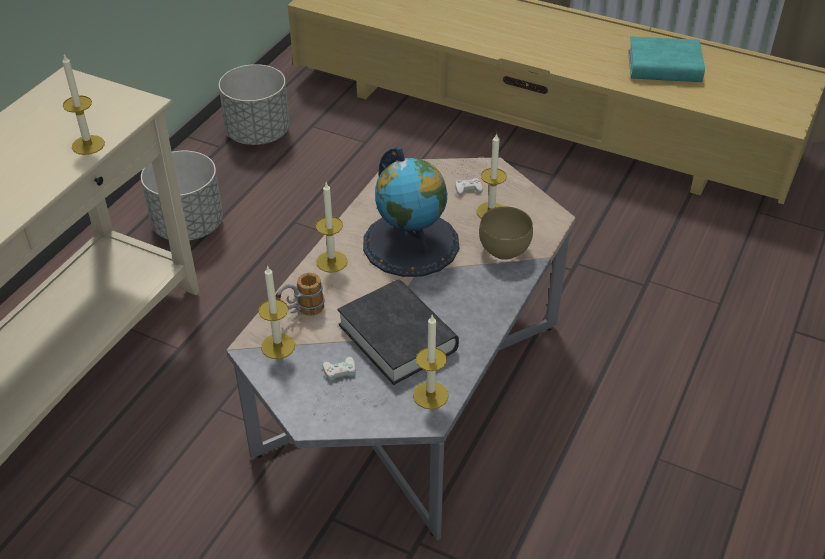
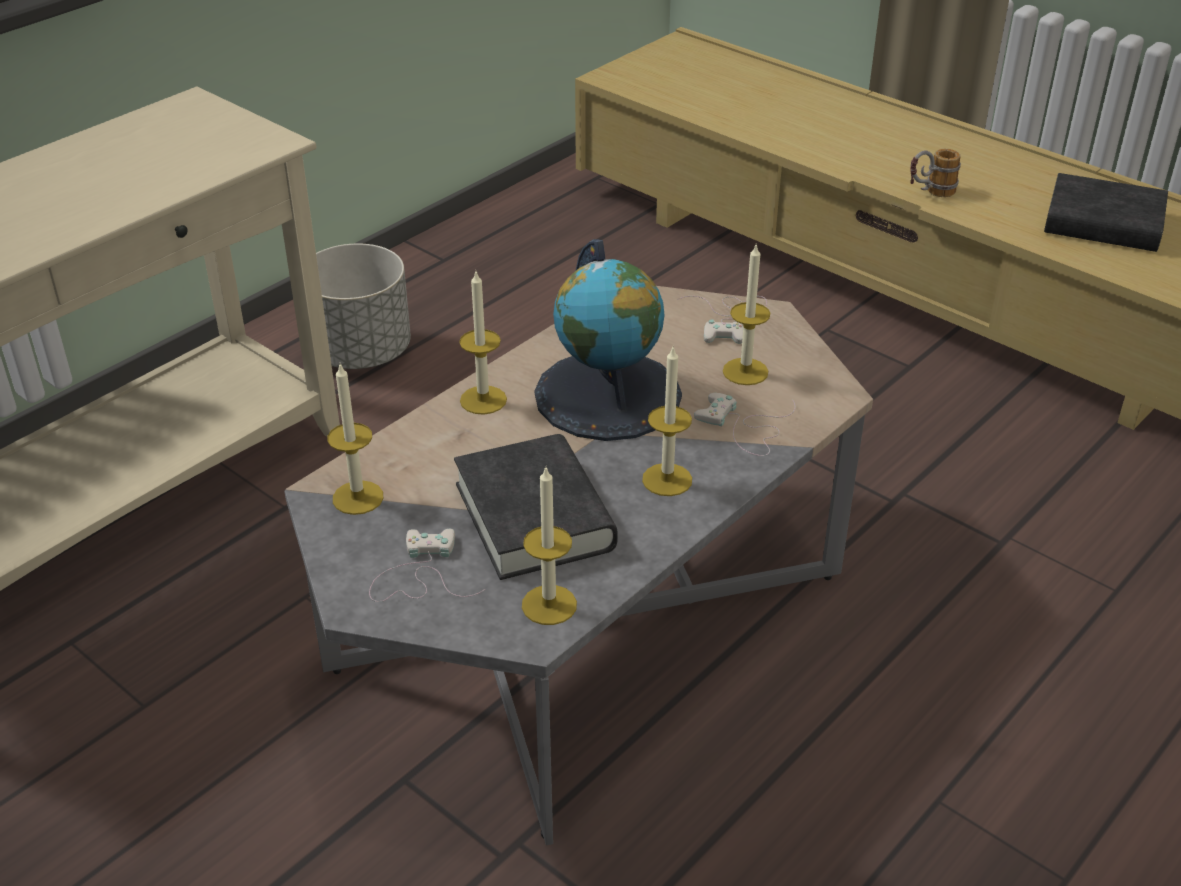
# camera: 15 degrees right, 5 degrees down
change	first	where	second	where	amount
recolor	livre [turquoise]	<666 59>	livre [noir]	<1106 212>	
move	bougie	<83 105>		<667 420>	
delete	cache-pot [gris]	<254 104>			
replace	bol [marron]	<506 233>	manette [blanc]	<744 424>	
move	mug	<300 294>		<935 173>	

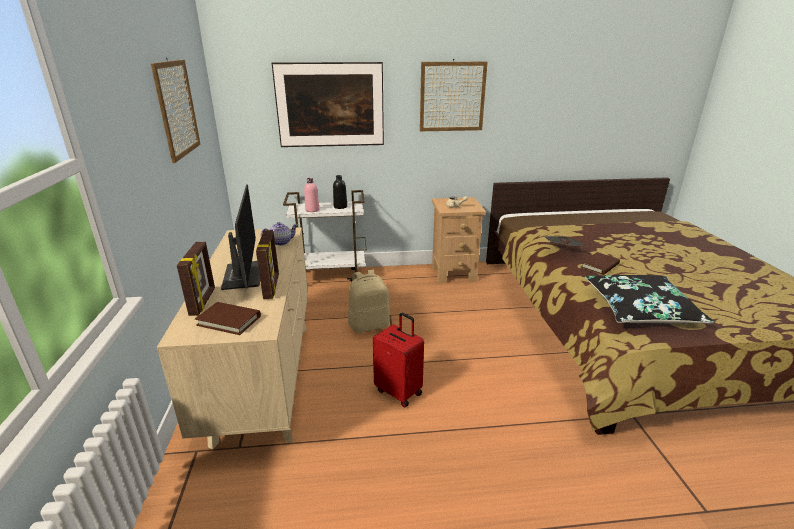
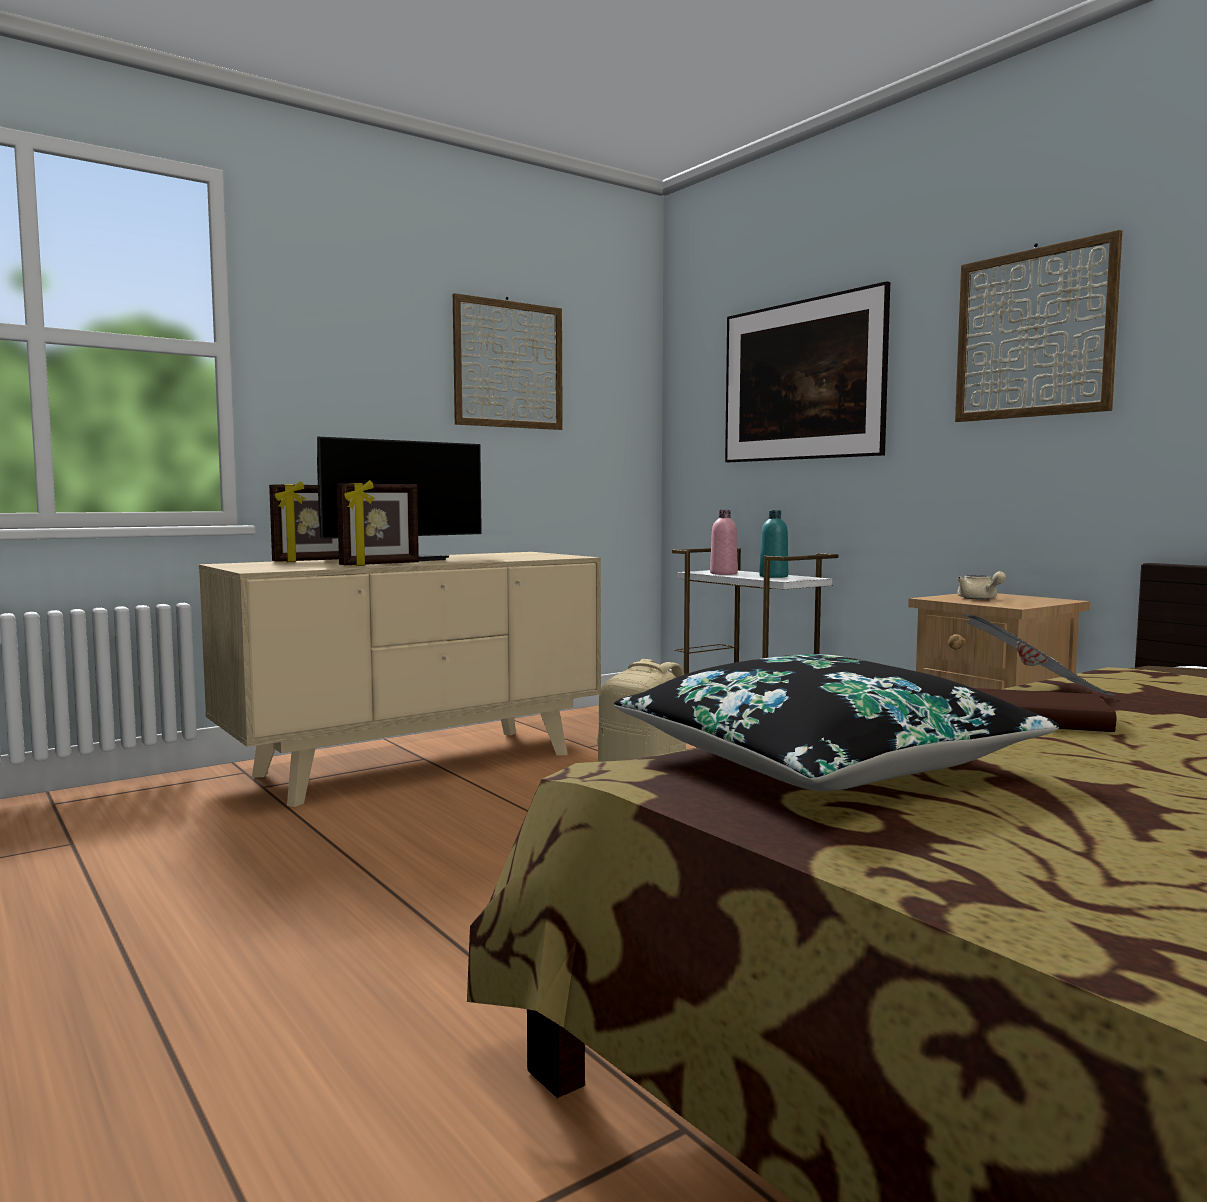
# camera: 60 degrees right, 20 degrees down
change	first	where	second	where	amount
recolor	bouteille [noir]	<340 192>	bouteille [turquoise]	<773 544>	
delete	théière	<279 234>			
delete	livre [marron]	<228 318>			
delete	valise [rouge]	<398 360>			

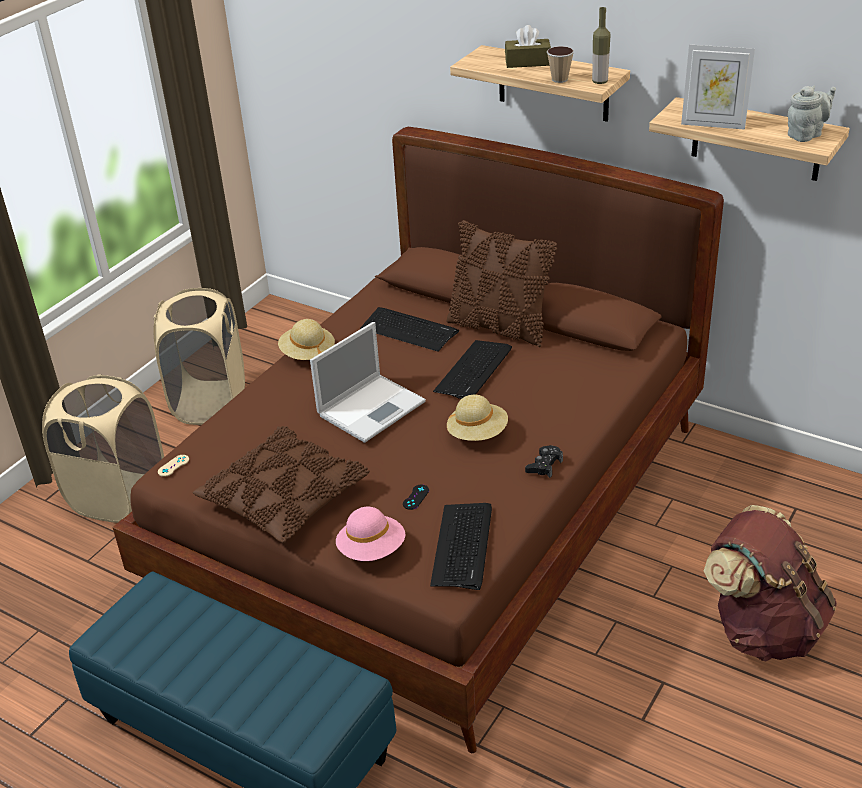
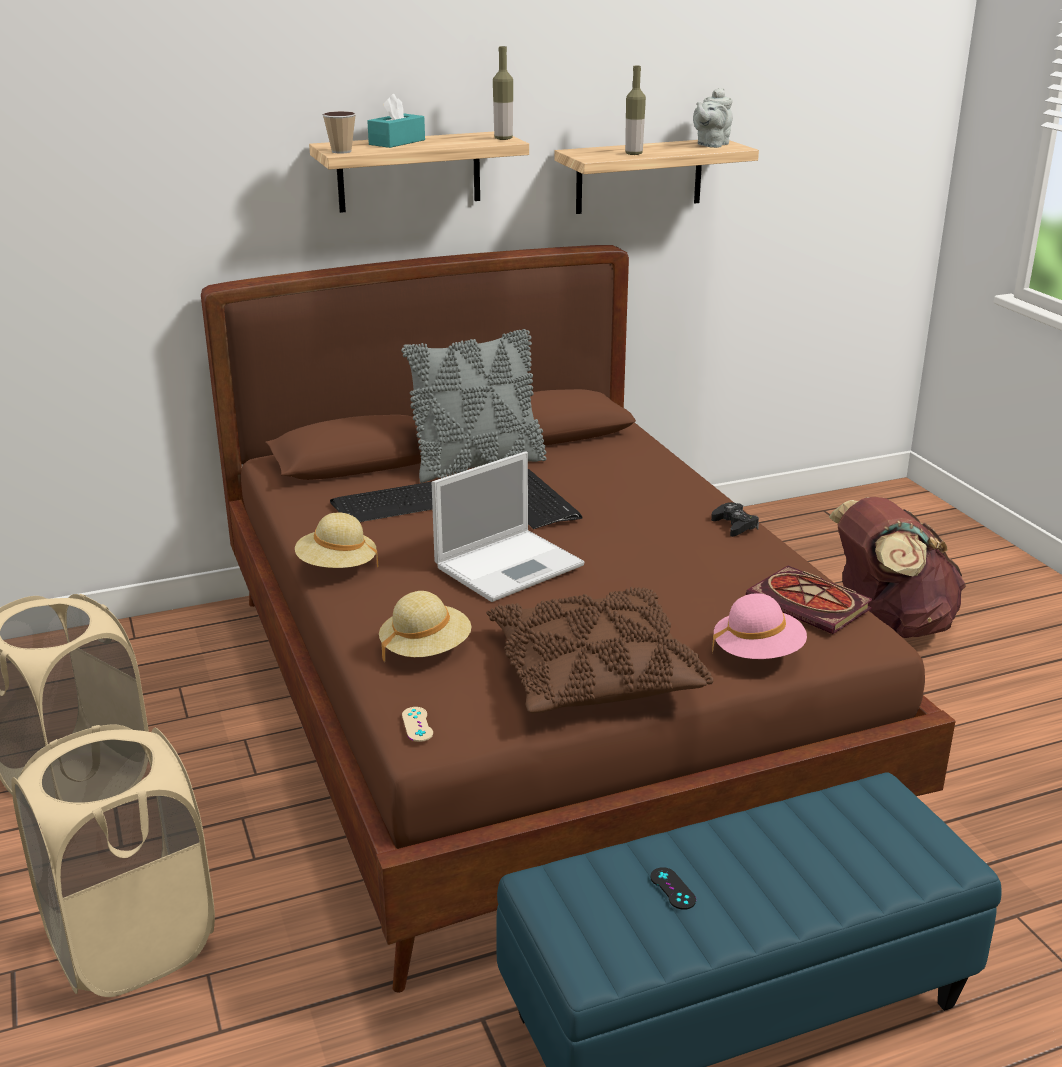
# camera: 55 degrees left, 10 degrees down
change	first	where	second	where	amount
recolor	boîte à mouchoirs [marron]	<528 46>	boîte à mouchoirs [turquoise]	<396 121>	
replace	cadre photo	<718 87>	bouteille	<635 110>	
move	tasse	<560 64>		<339 132>	
rotate	théière [gris]	<812 114>		<713 118>	150 degrees counterclockwise
recolor	coussin [marron]	<501 283>	coussin [gris]	<473 406>	
rotate	ordinateur portable	<368 382>		<508 526>	60 degrees clockwise
move	chapeau [beige]	<477 417>		<425 626>	
move	manette [noir]	<416 497>		<673 888>	
replace	clavier	<461 546>	livre	<809 600>	

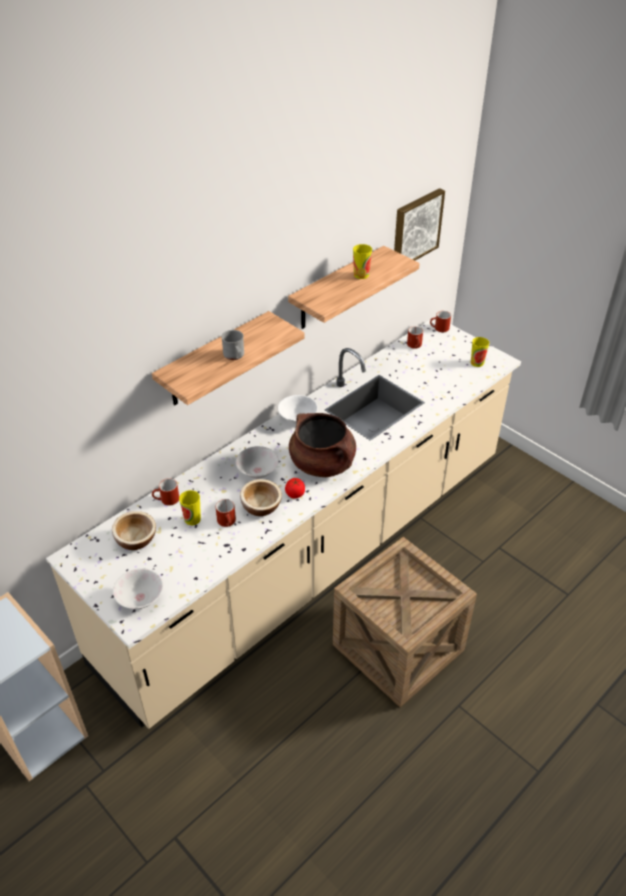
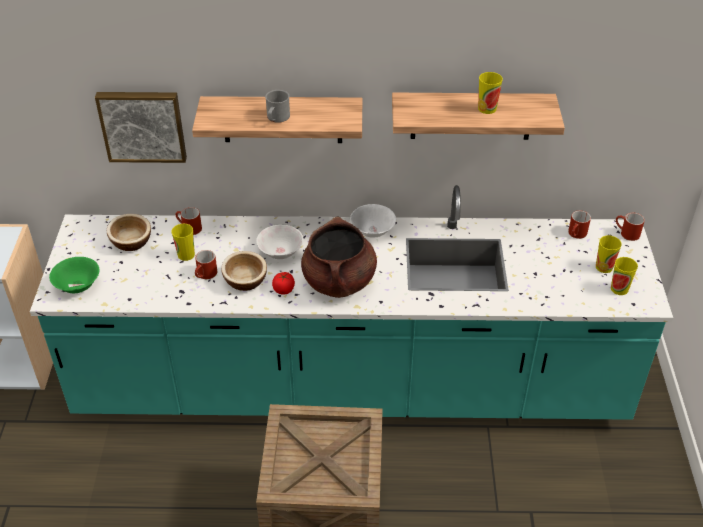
# camera: 45 degrees right, 0 degrees up
change	first	where	second	where	amount
move	tableau	<419 224>		<141 127>	
recolor	comptoir de cuisine [beige]	<283 522>	comptoir de cuisine [turquoise]	<351 302>	
recolor	bol [blanc]	<138 588>	bol [vert]	<74 275>	
insert			tasse	<609 254>	

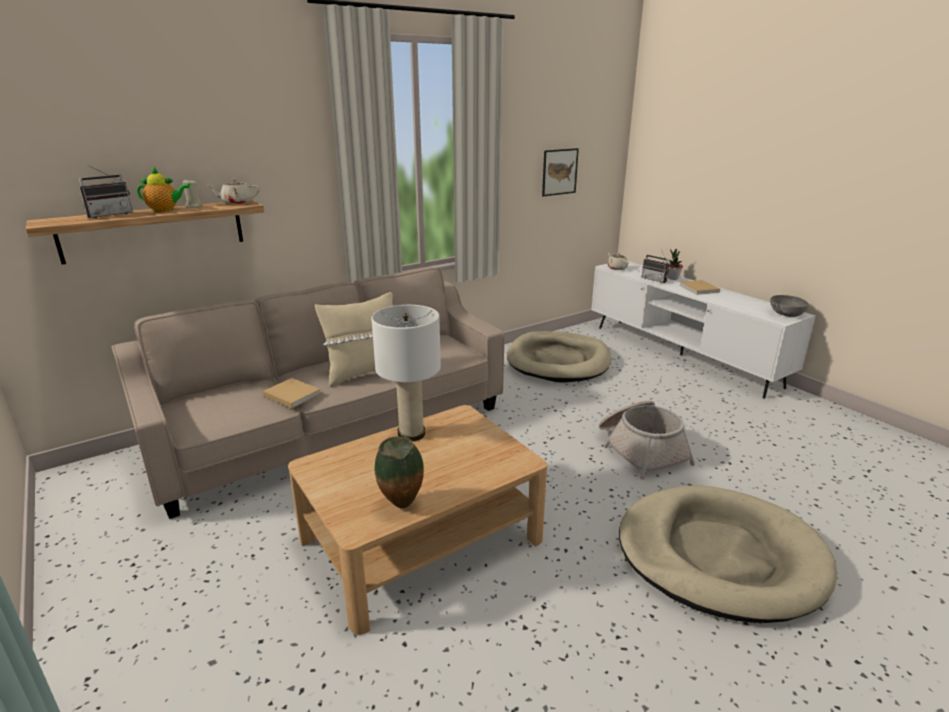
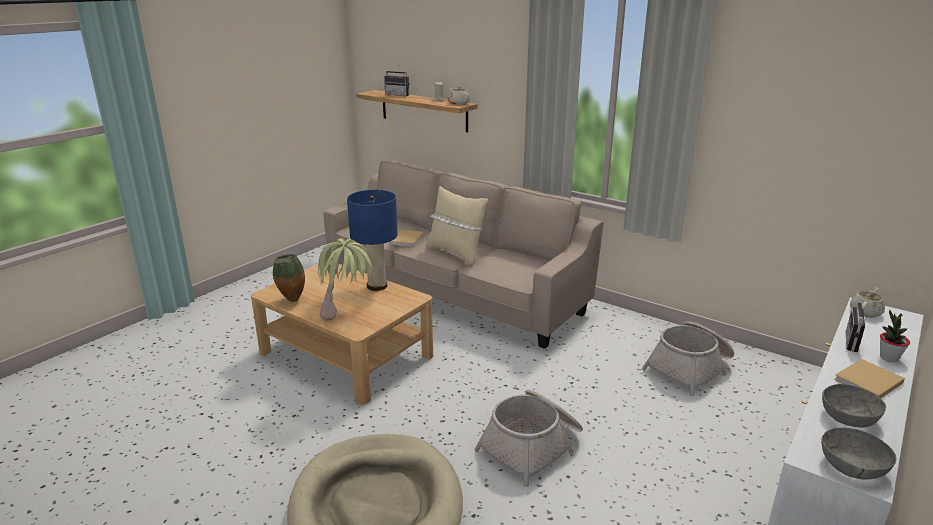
# camera: 70 degrees right, 0 degrees up
change	first	where	second	where	amount
delete	tableau	<560 172>			
delete	théière	<164 189>			
recolor	lampe de table [blanc]	<406 373>	lampe de table [bleu]	<372 240>	
replace	panier pour chien [beige]	<559 357>	panier	<688 359>	
insert			plante en pot	<345 279>	
insert			bol [gris]	<854 406>	

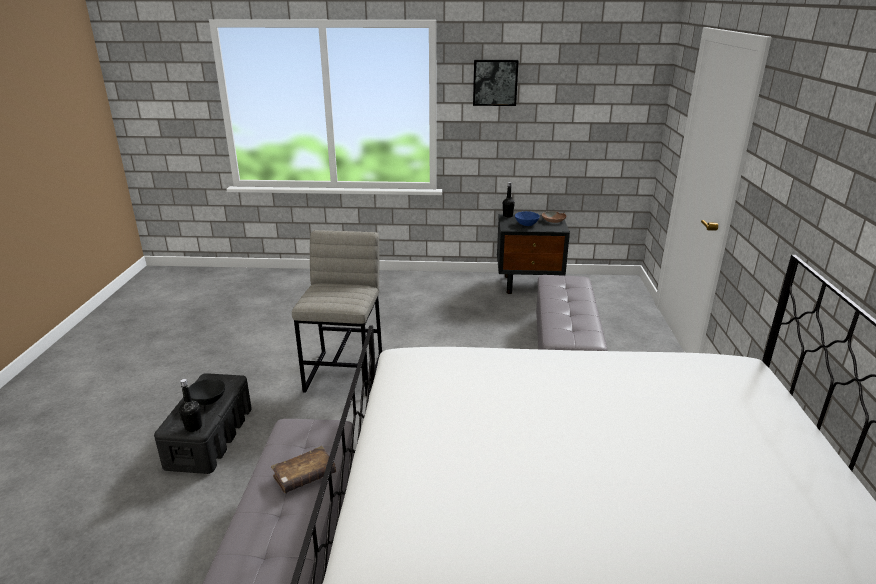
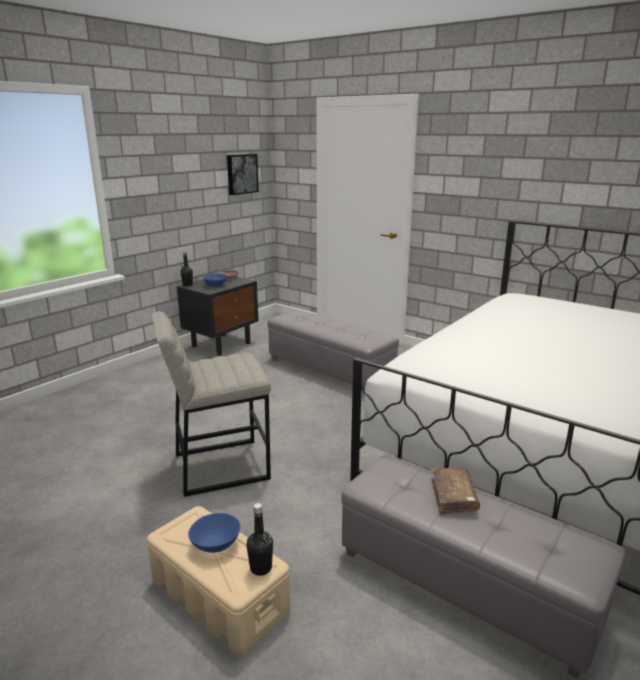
# camera: 55 degrees left, 5 degrees down
change	first	where	second	where	amount
move	tableau	<496 83>		<243 174>	
rotate	chaise [gris]	<337 313>		<211 404>	60 degrees counterclockwise
recolor	boîte de rangement [noir]	<203 423>	boîte de rangement [beige]	<218 580>	
recolor	bol [noir]	<206 392>	bol [bleu]	<214 533>	

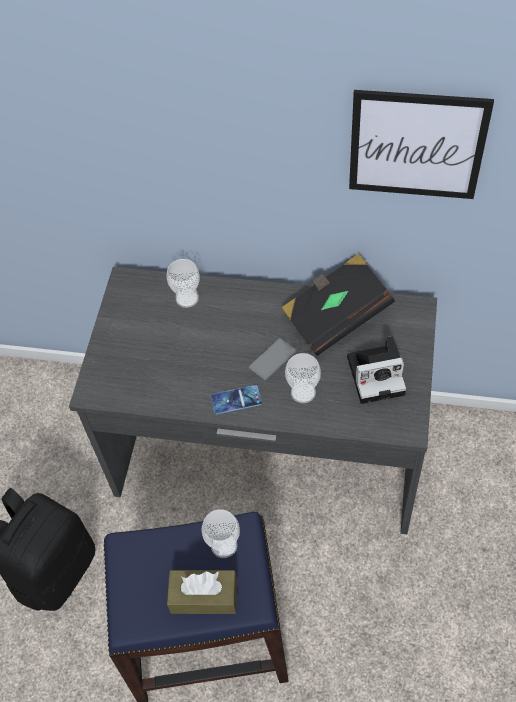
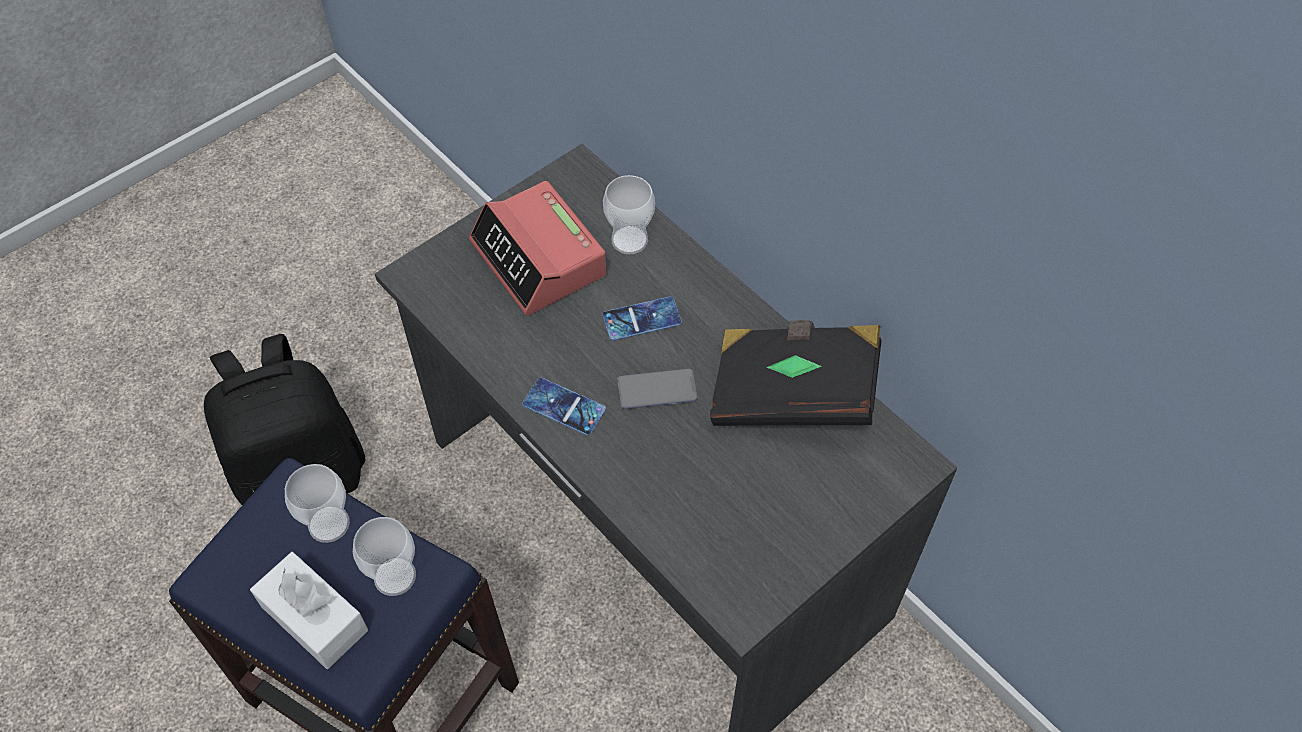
# camera: 35 degrees right, 0 degrees up
change	first	where	second	where	amount
delete	tableau	<421 144>			
delete	appareil photo	<376 370>			
move	tasse	<303 378>		<317 503>	
recolor	boîte à mouchoirs [marron]	<202 592>	boîte à mouchoirs [blanc]	<309 610>	
insert			réveil	<538 248>	
insert			téléphone	<642 318>	

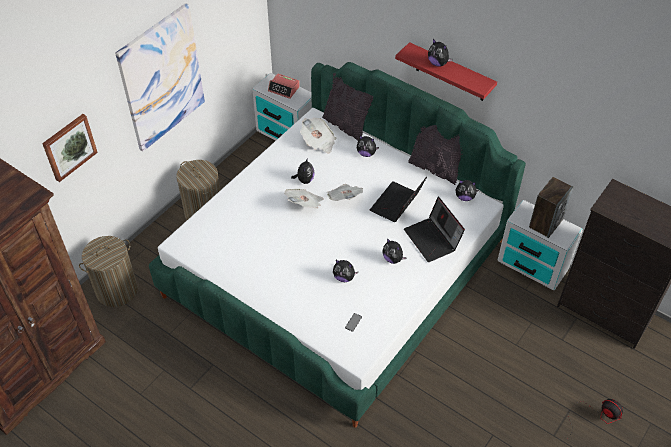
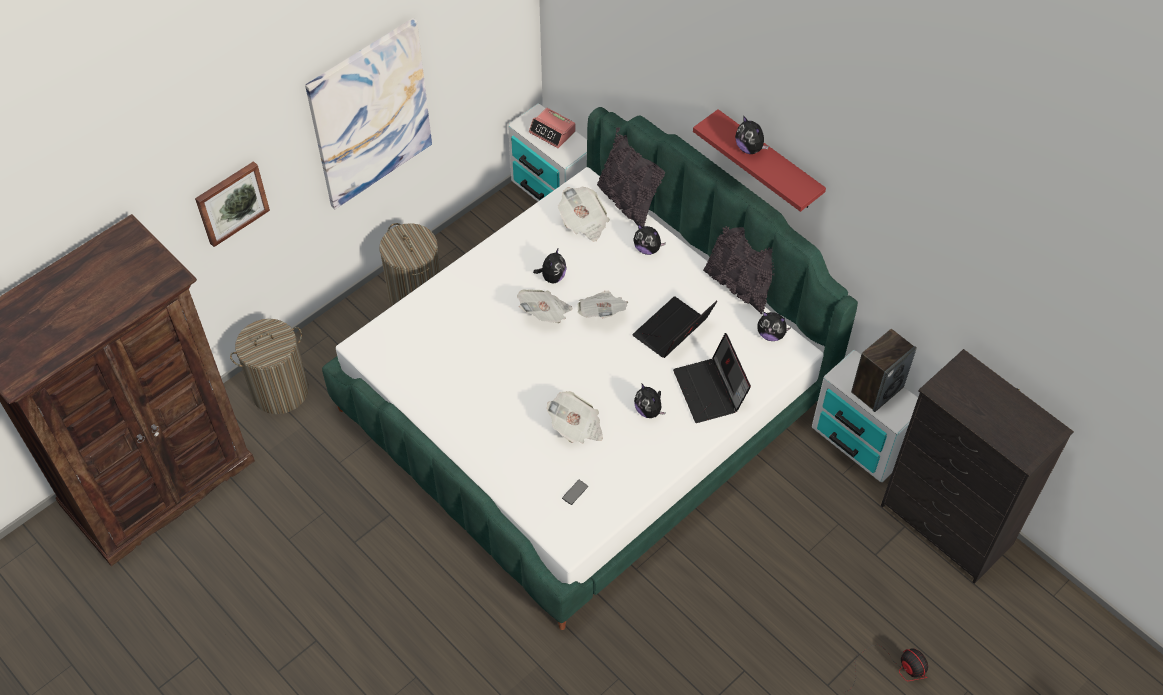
# camera: 10 degrees right, 5 degrees up
change	first	where	second	where	amount
replace	peluche	<346 271>	journal	<575 417>	

